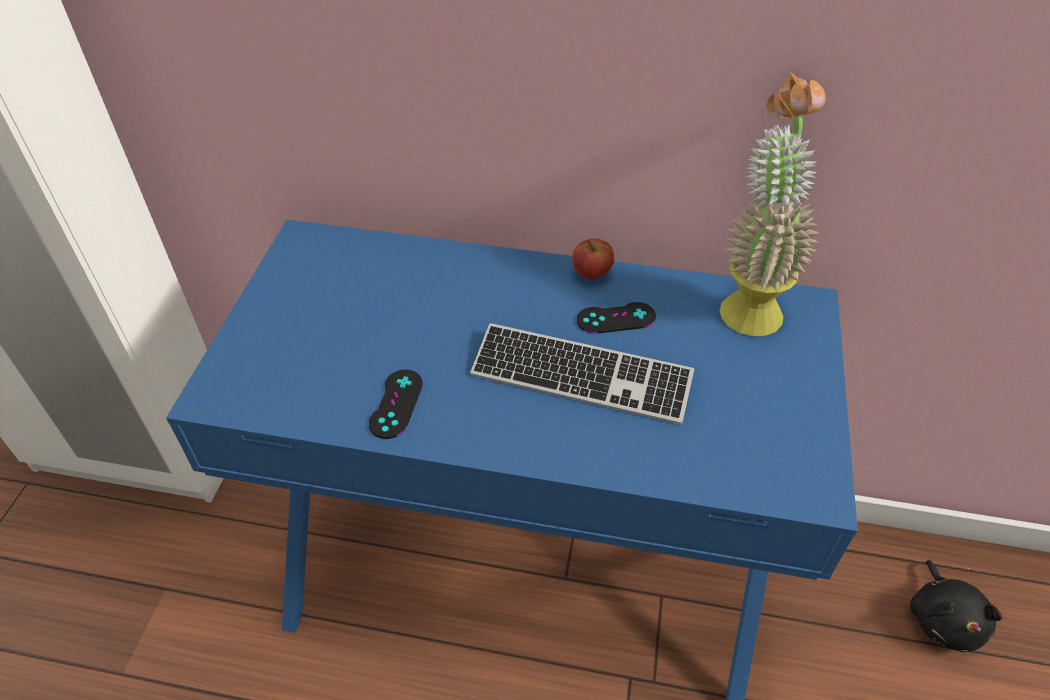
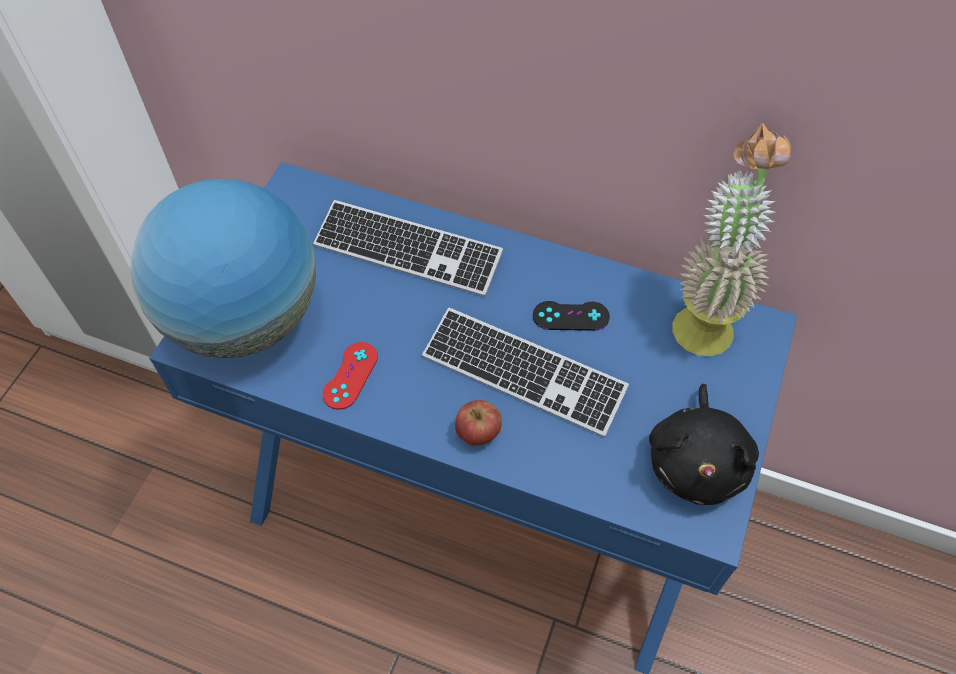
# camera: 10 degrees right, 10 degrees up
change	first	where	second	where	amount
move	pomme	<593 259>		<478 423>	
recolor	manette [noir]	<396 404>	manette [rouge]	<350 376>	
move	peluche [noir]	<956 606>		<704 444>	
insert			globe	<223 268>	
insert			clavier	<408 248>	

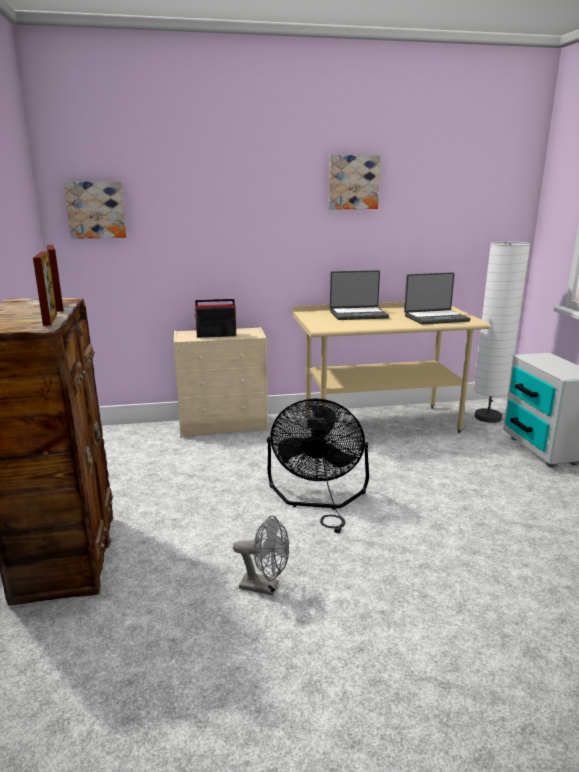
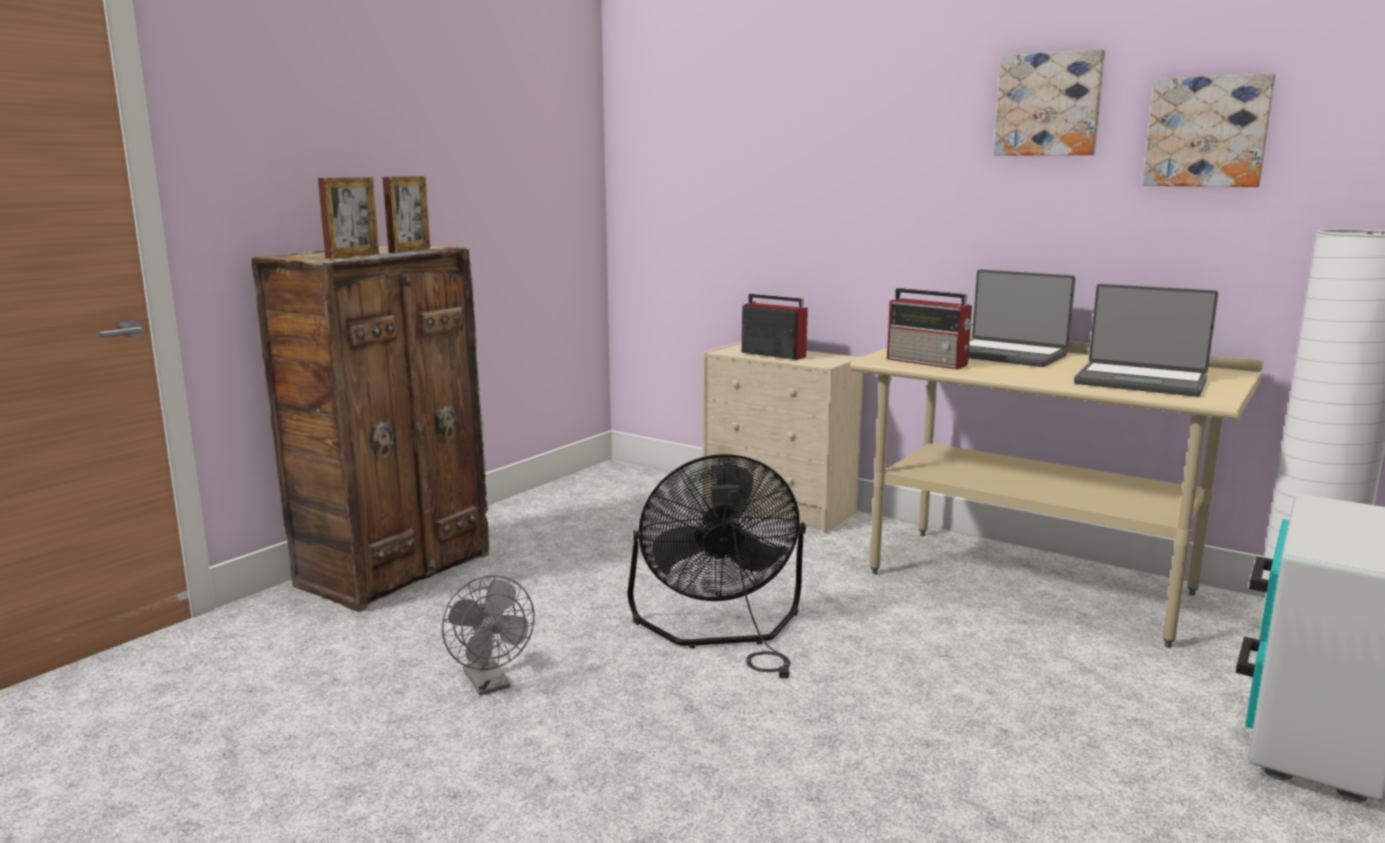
# camera: 45 degrees right, 5 degrees down
change	first	where	second	where	amount
move	tableau	<95 210>		<1209 130>	
rotate	ventilateur [noir]	<318 466>		<717 566>	60 degrees counterclockwise
insert			radio	<929 328>	

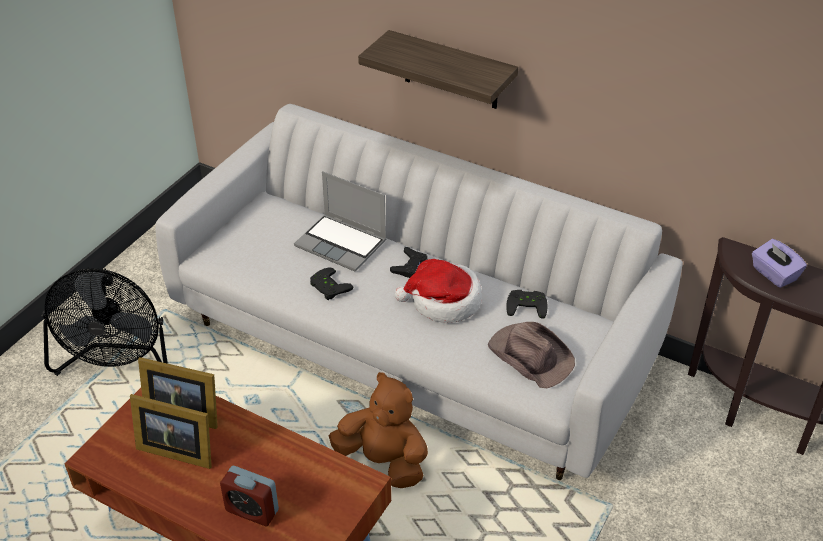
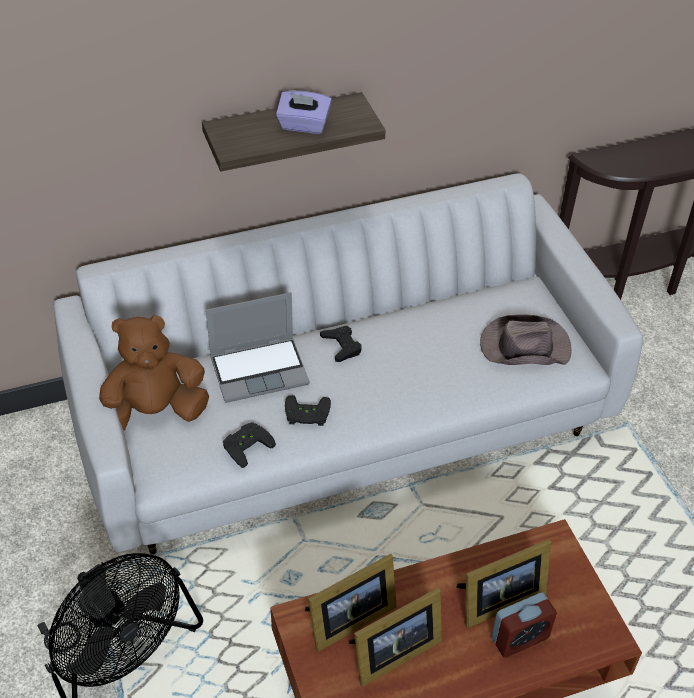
# camera: 50 degrees left, 5 degrees up
change	first	where	second	where	amount
move	boîte à mouchoirs [violet]	<779 263>		<304 112>	
delete	chapeau	<438 291>			
move	manette [noir]	<527 304>		<249 445>	
move	peluche [marron]	<378 430>		<154 372>	
insert			cadre photo	<503 583>	

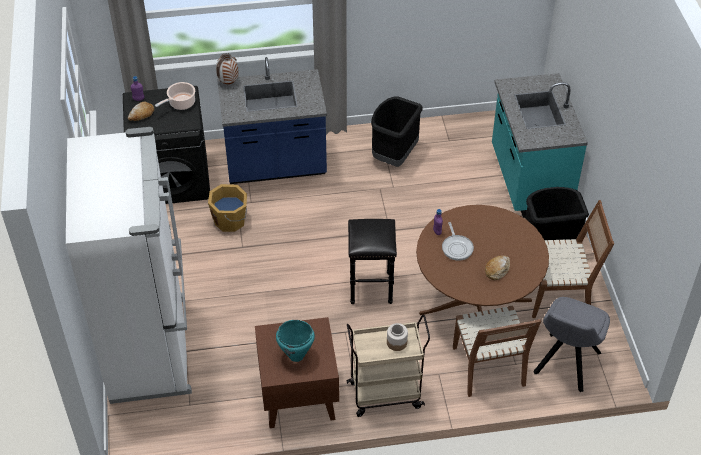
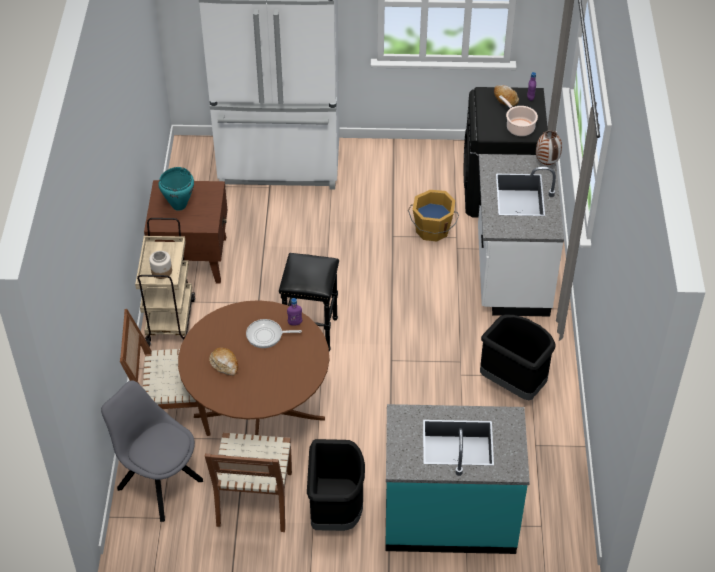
# camera: 100 degrees right, 0 degrees up
change	first	where	second	where	amount
recolor	comptoir de cuisine [bleu]	<272 120>	comptoir de cuisine [blanc]	<521 235>	

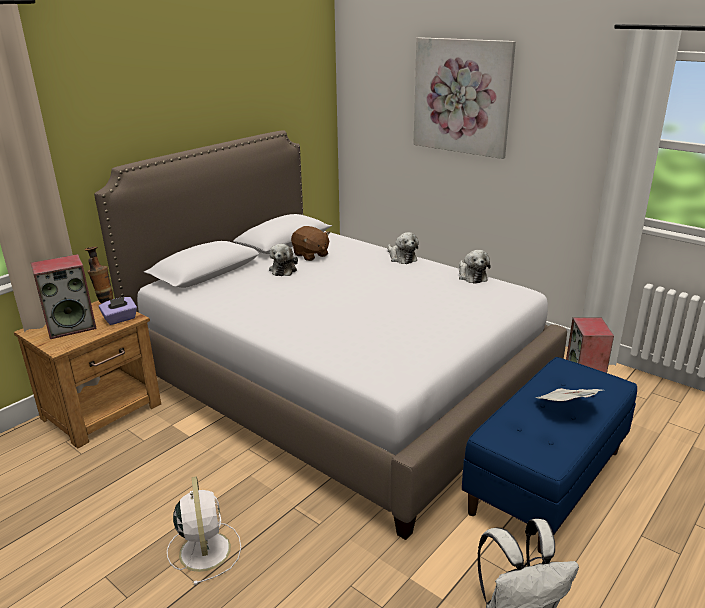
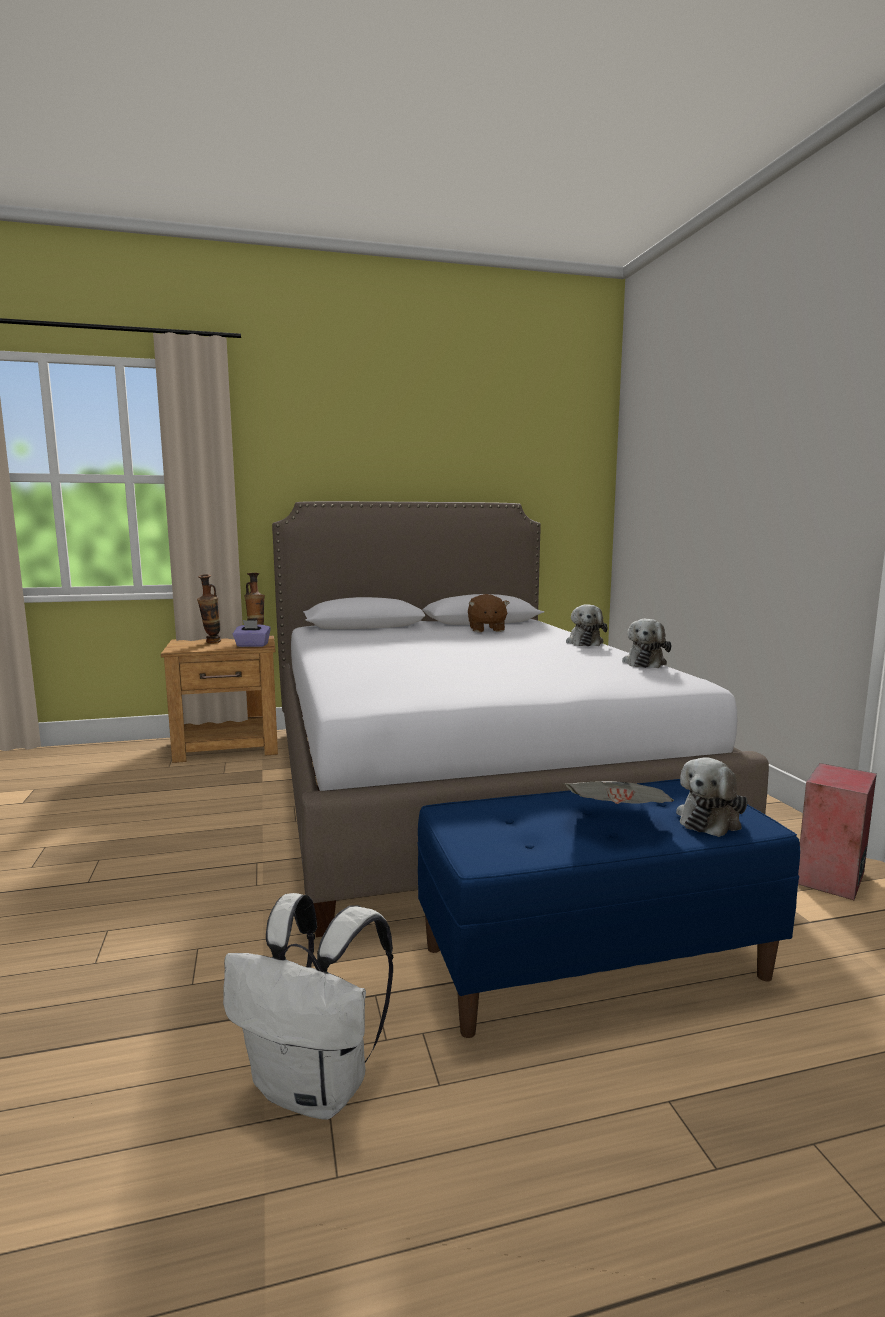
# camera: 35 degrees right, 15 degrees down
change	first	where	second	where	amount
delete	tableau	<464 98>			
move	peluche	<283 260>		<712 797>	
replace	enceinte	<64 296>	vase	<209 609>	
delete	ventilateur [blanc]	<204 530>			

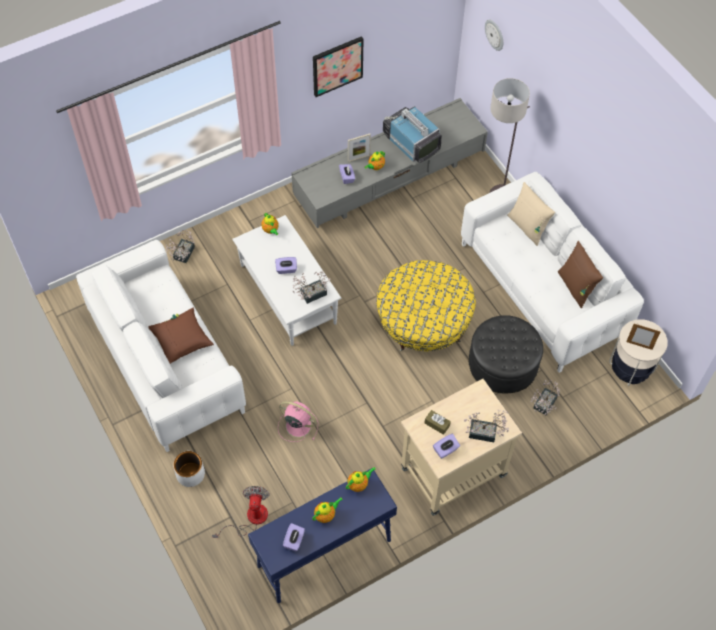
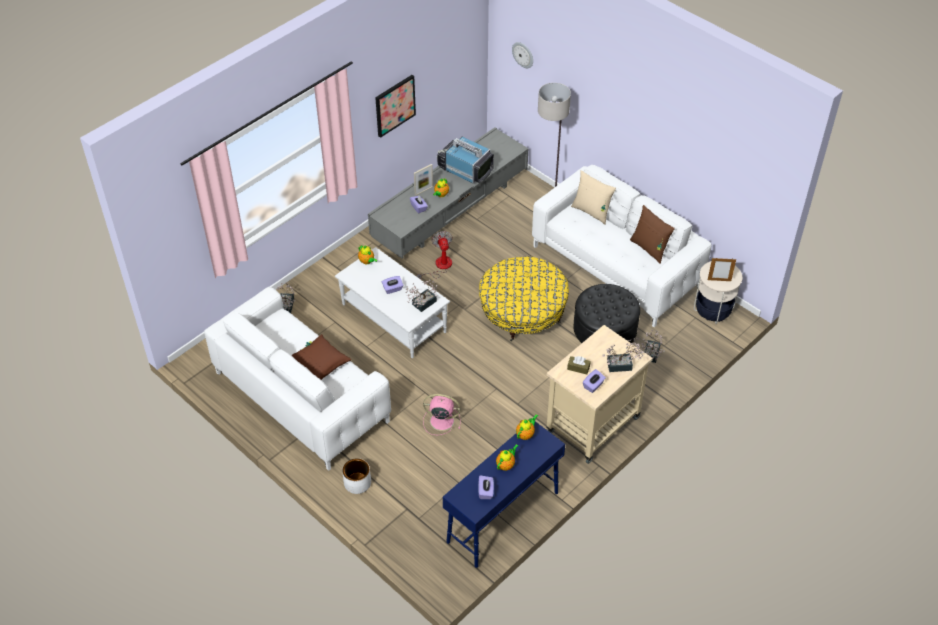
# camera: 15 degrees left, 10 degrees down
change	first	where	second	where	amount
move	ventilateur	<241 512>		<435 255>	

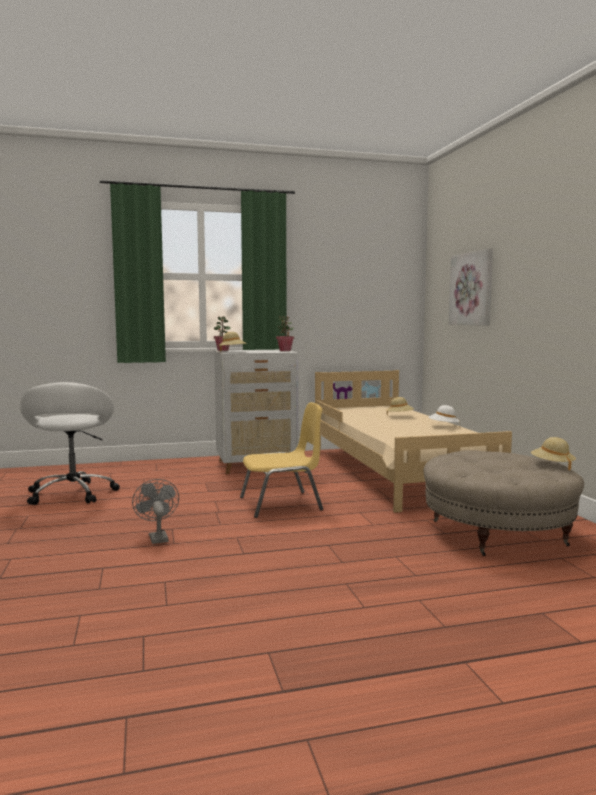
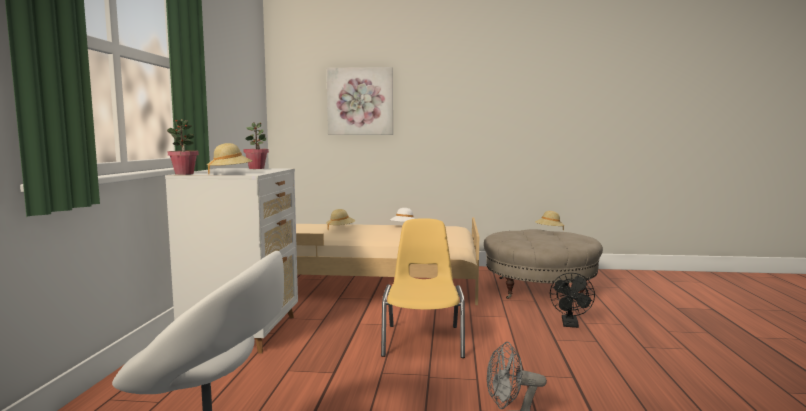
# camera: 70 degrees left, 0 degrees up
change	first	where	second	where	amount
insert			ventilateur [noir]	<572 300>	

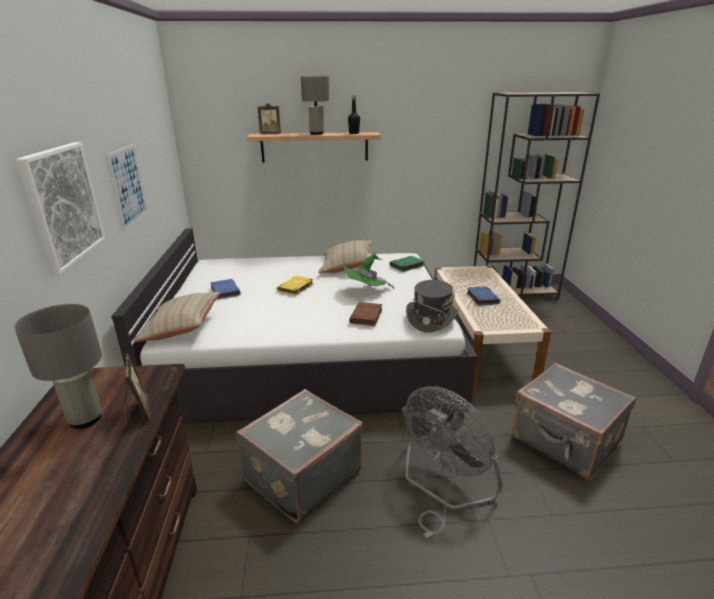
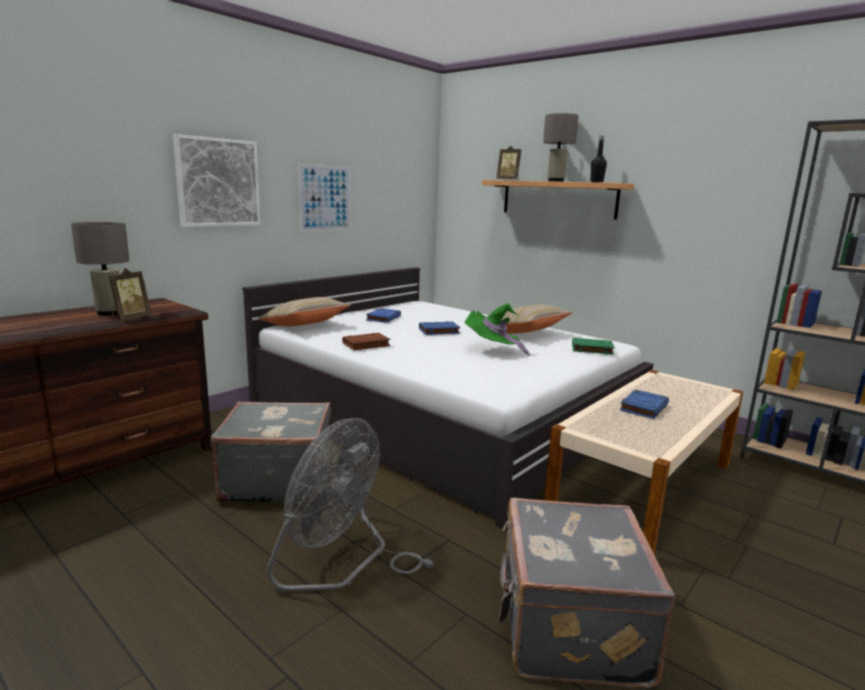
# camera: 45 degrees right, 10 degrees down
change	first	where	second	where	amount
recolor	livre [jaune]	<295 286>	livre [bleu]	<439 328>	
delete	chapeau [gris]	<432 306>			
move	livre [marron]	<365 314>		<366 341>	
rotate	ventilateur [gris]	<452 463>		<350 506>	150 degrees counterclockwise

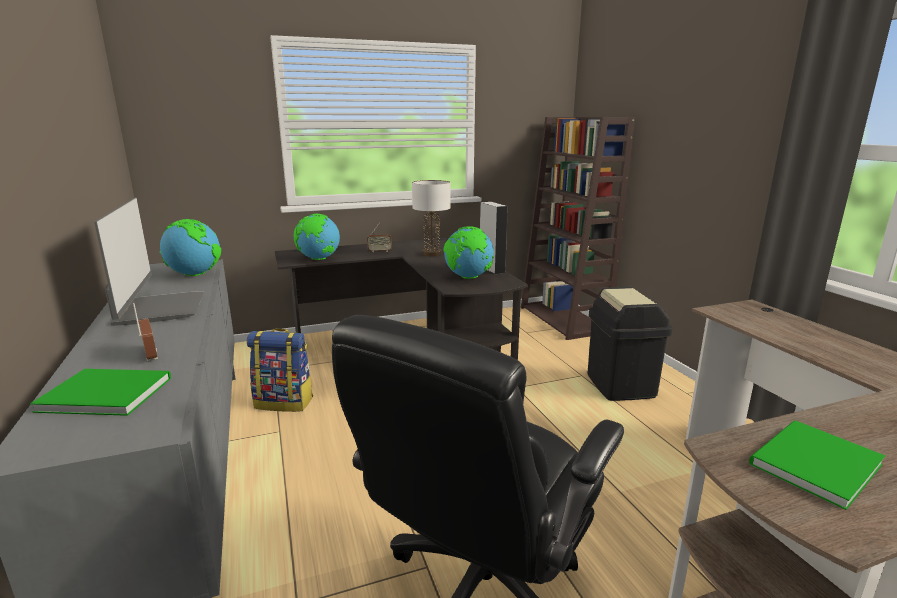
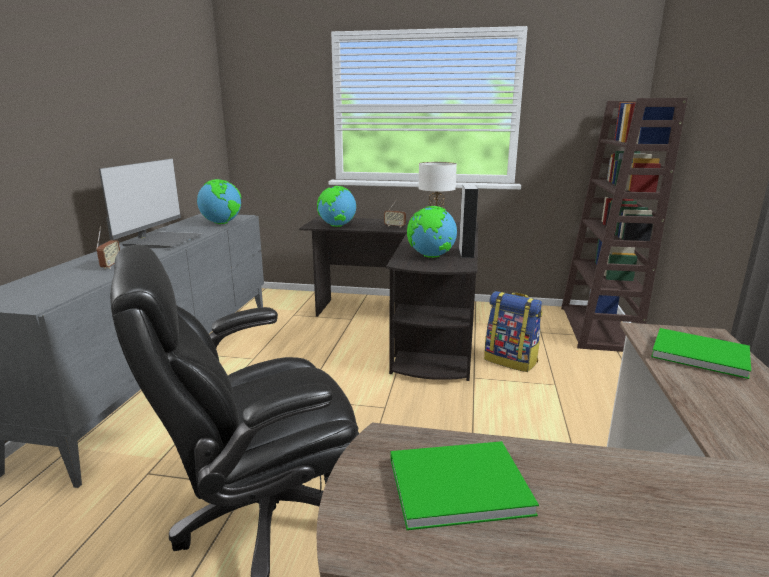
# camera: 30 degrees right, 0 degrees up
change	first	where	second	where	amount
delete	poubelle [noir]	<630 344>			
move	sac à dos	<280 370>		<513 331>	
move	livre [vert]	<100 392>		<701 353>	

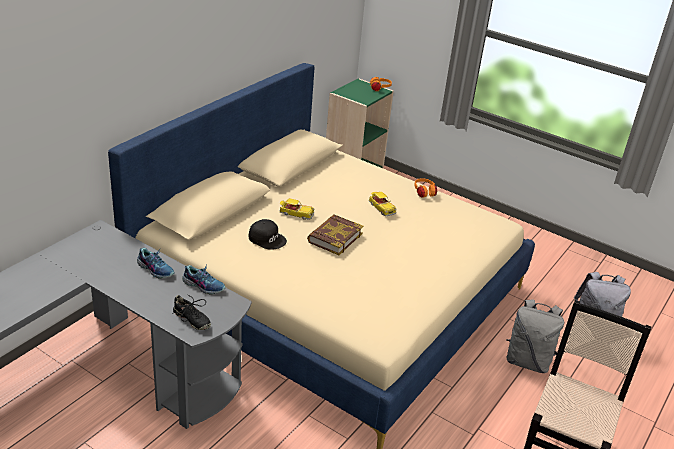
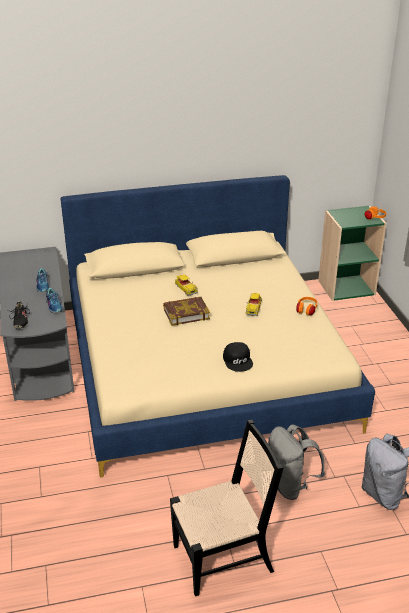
# camera: 45 degrees right, 0 degrees up
change	first	where	second	where	amount
move	casquette [noir]	<267 234>		<238 357>	

